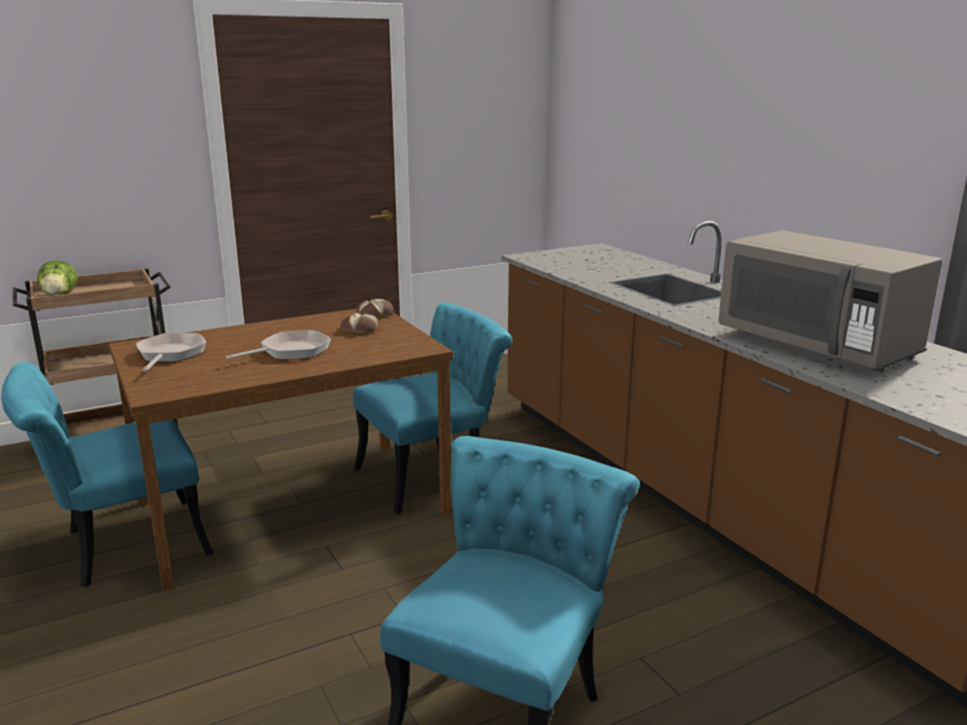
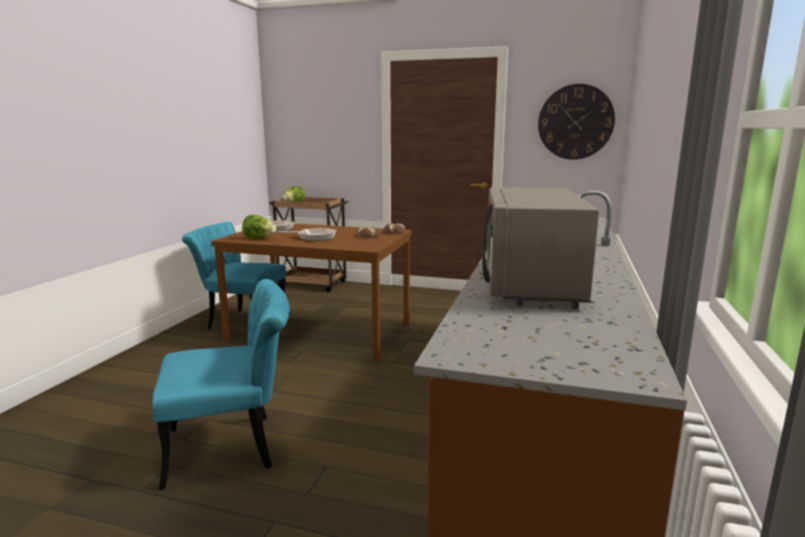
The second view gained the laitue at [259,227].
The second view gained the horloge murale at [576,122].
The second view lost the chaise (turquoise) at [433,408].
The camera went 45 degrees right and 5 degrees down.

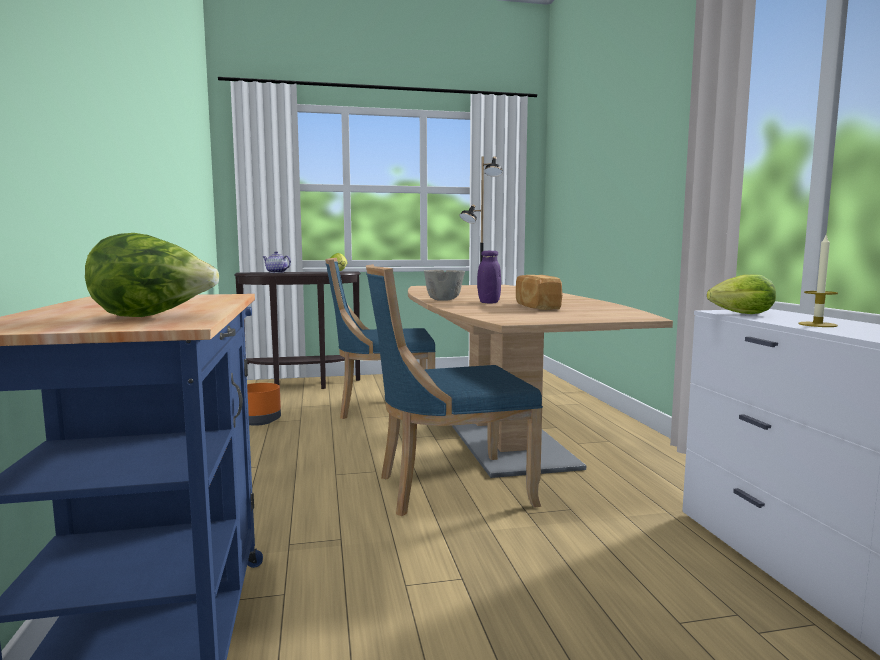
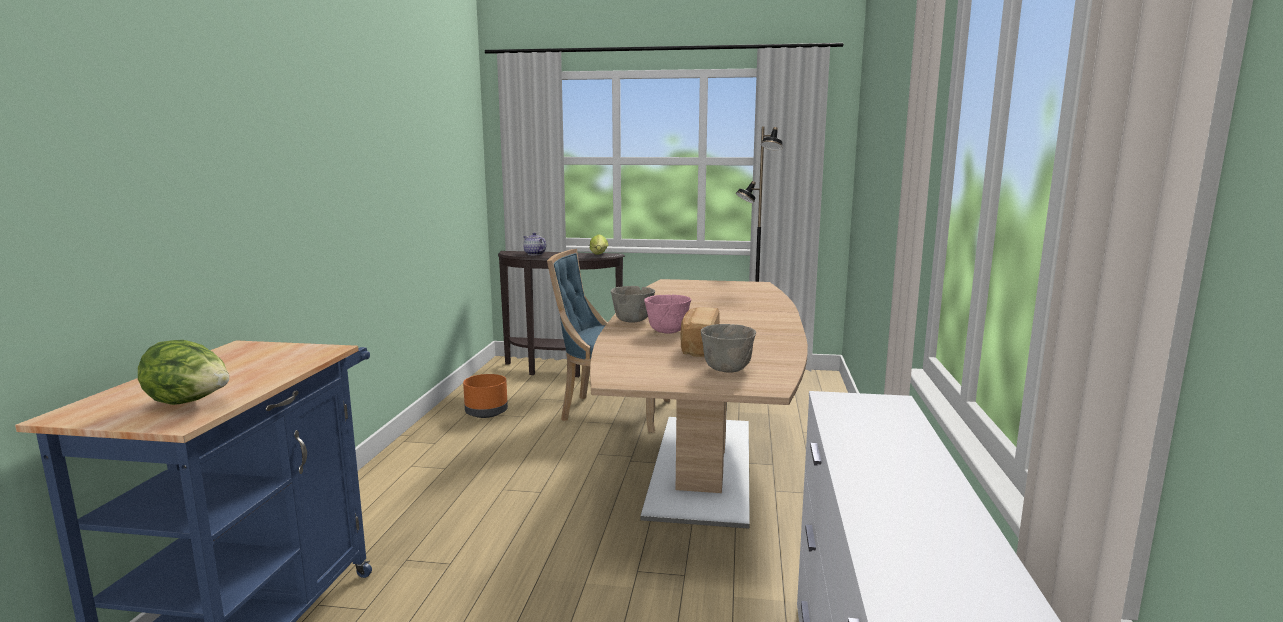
Where the bocal (violet) stood at [489,277], the bol (rose) came to stand at [667,314].
The second view gained the bol (gris) at [728,348].
The second view lost the chaise (bleu) at [454,390].
The second view lost the laitue at [741,294].
The second view lost the bougie at [818,281].
The camera went 20 degrees right and 5 degrees up.

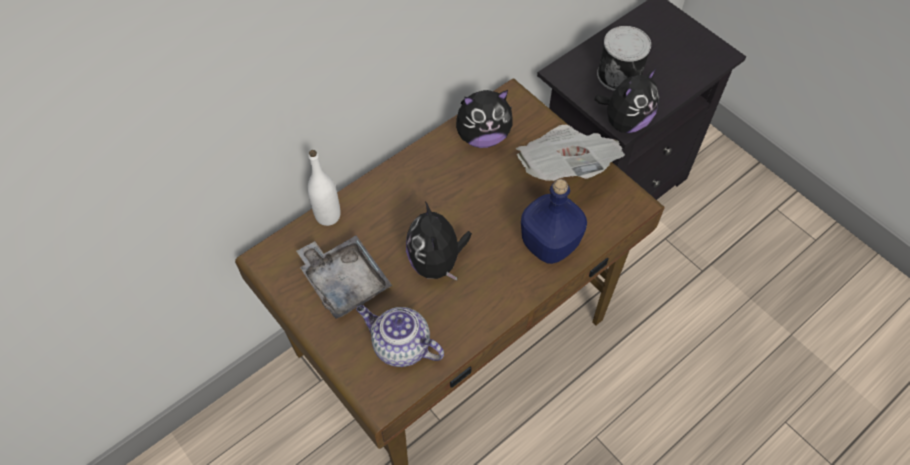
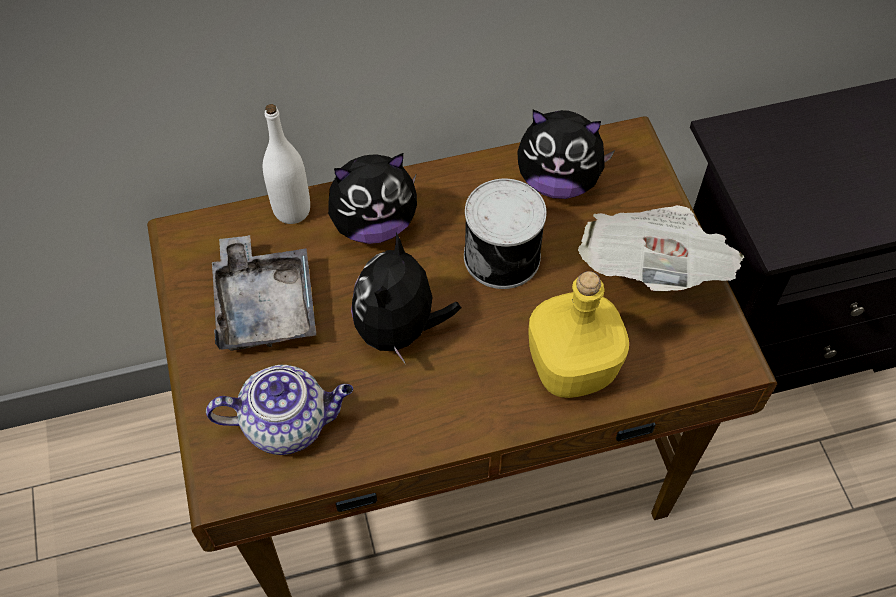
The théière at [400,336] ended up facing another way, 120 degrees clockwise from before.
The peluche ended up elsewhere, having gone from [626,100] to [372,198].
The boîte métallique ended up elsewhere, having gone from [624,58] to [505,233].
What was the bouteille (bleu) at [554,221] turned into the bouteille (jaune) at [578,334].
The camera went 25 degrees right and 0 degrees up.

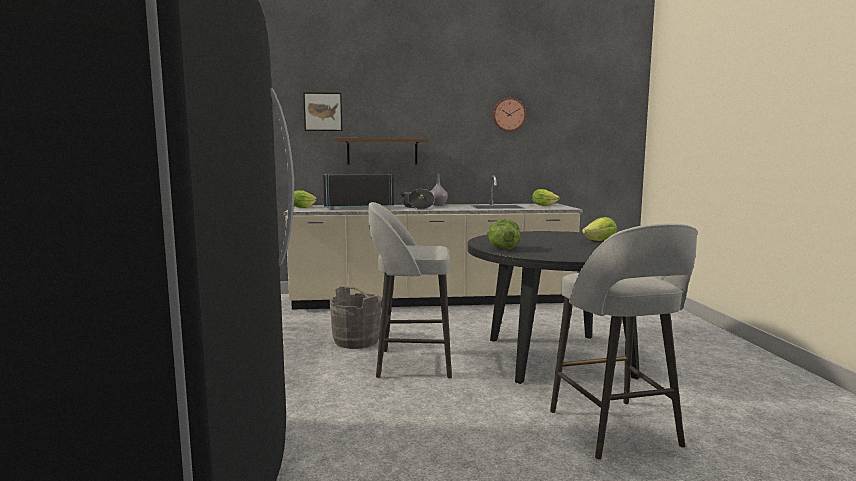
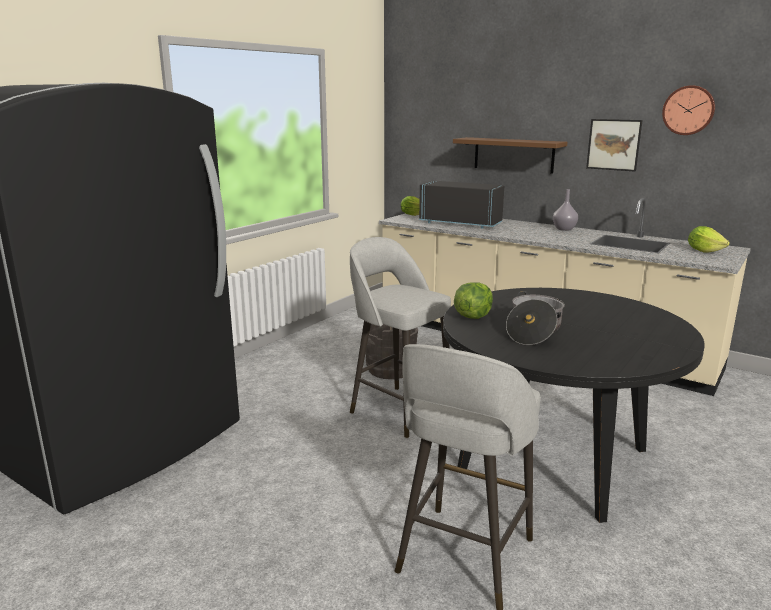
The marmite ended up elsewhere, having gone from [418,199] to [535,318].
The tableau ended up elsewhere, having gone from [323,111] to [614,145].
The second view lost the laitue at [599,229].
The camera went 40 degrees right and 10 degrees up.

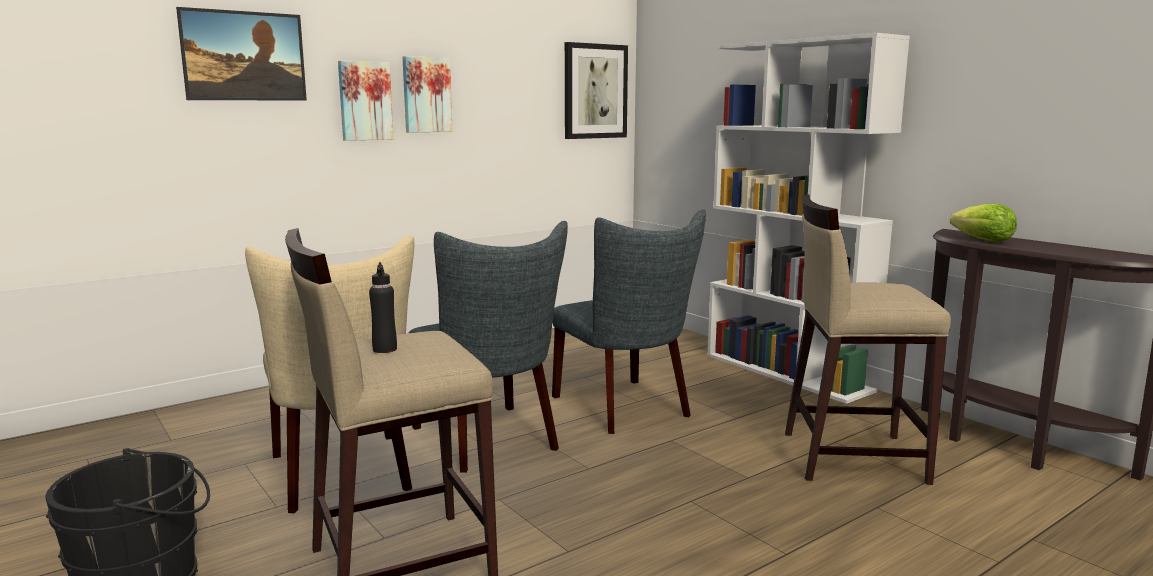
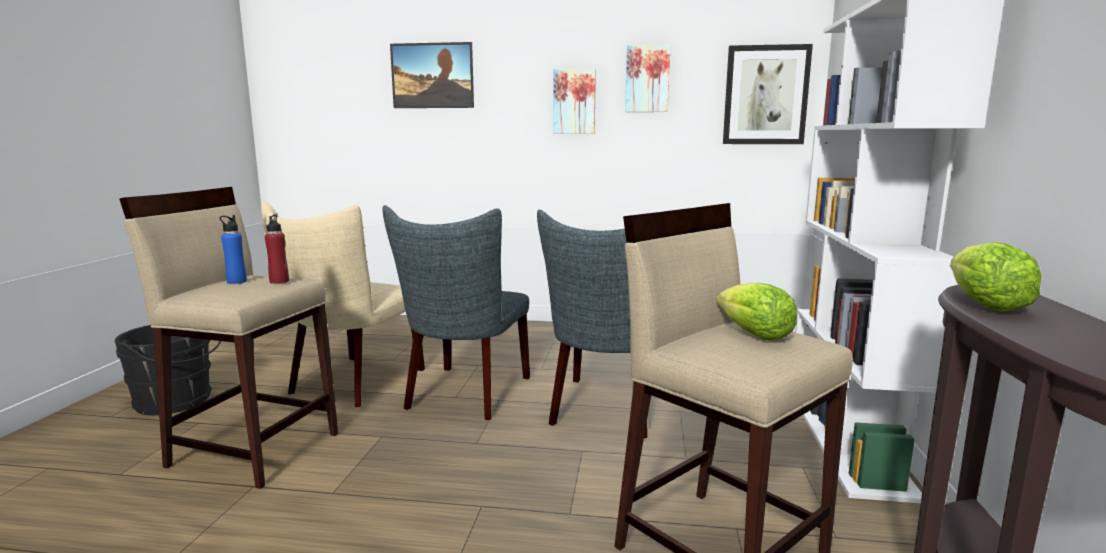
What was the bouteille (noir) at [383,307] turned into the bouteille (bleu) at [233,249].
The second view gained the bouteille (rouge) at [277,249].
The tableau ended up elsewhere, having gone from [366,101] to [648,78].
The second view gained the laitue at [757,311].
The camera went 45 degrees right and 0 degrees up.

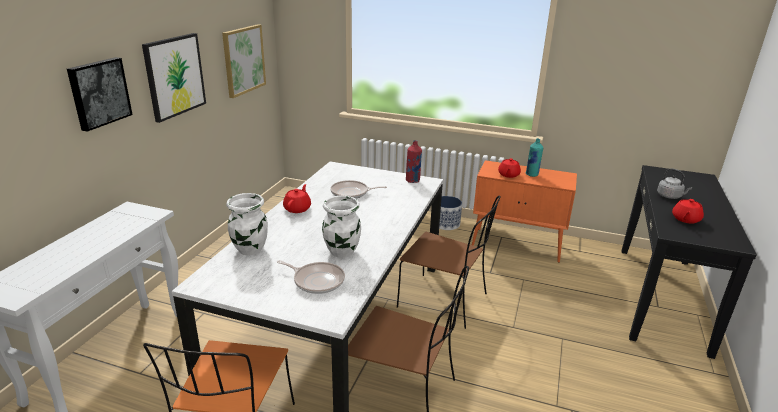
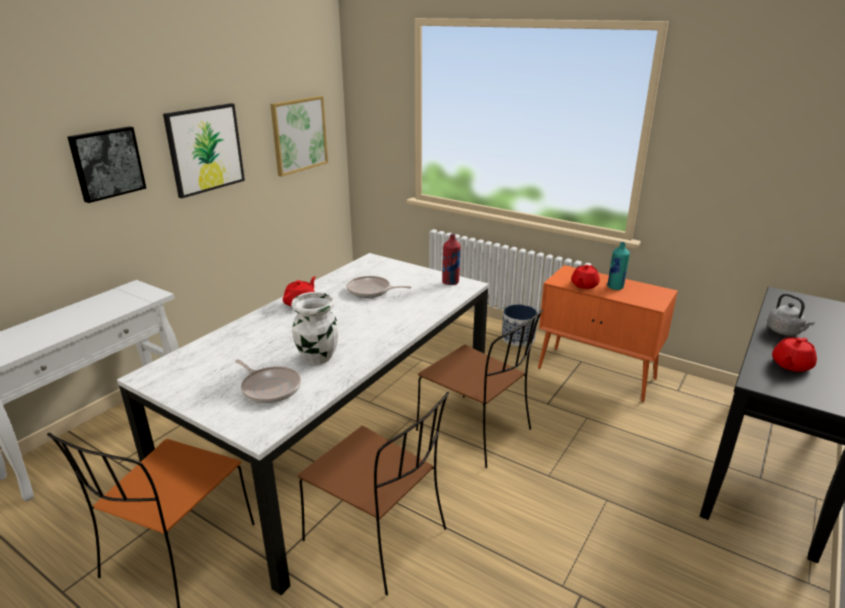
The second view lost the vase (blanc) at [247,224].
The camera went 15 degrees right and 0 degrees up.

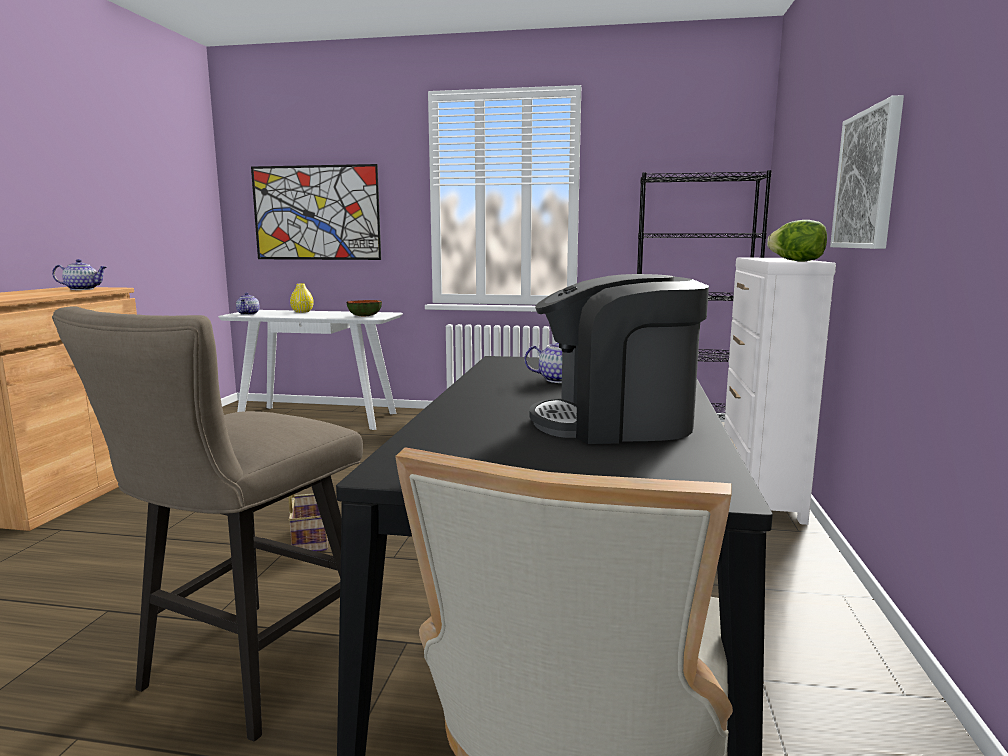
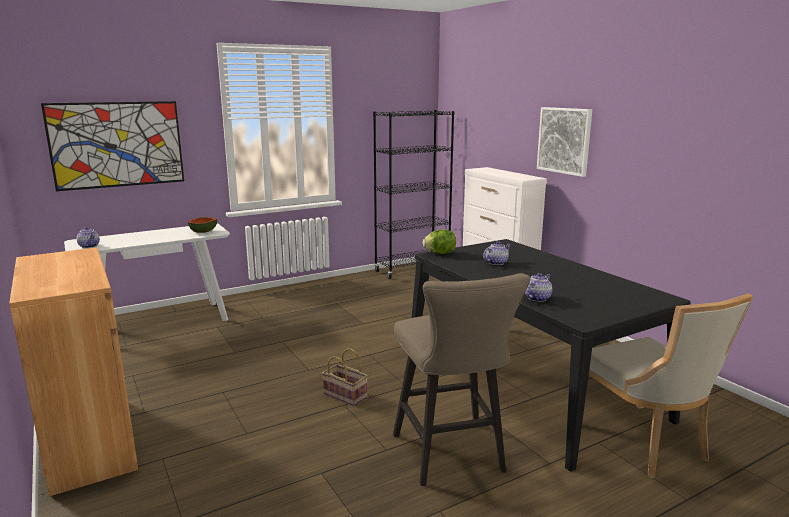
The laitue ended up elsewhere, having gone from [797,240] to [439,242].
The théière ended up elsewhere, having gone from [79,274] to [538,287].
The second view lost the vase (jaune) at [302,298].
The second view lost the machine à café at [619,359].
The camera went 40 degrees left and 5 degrees up.

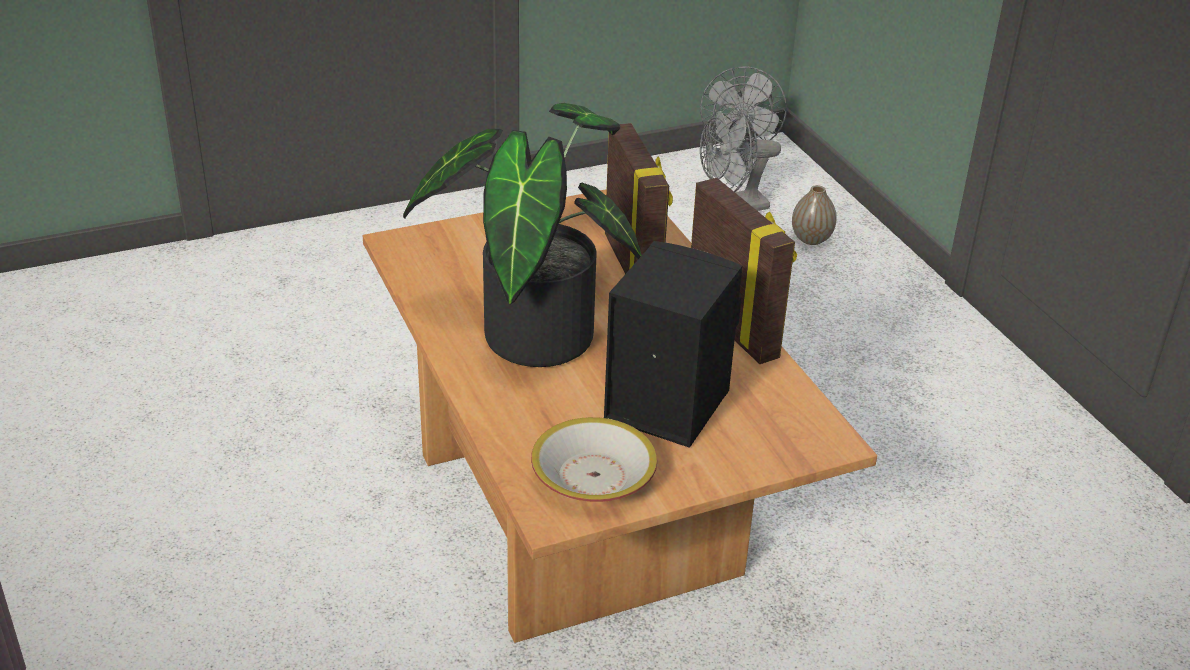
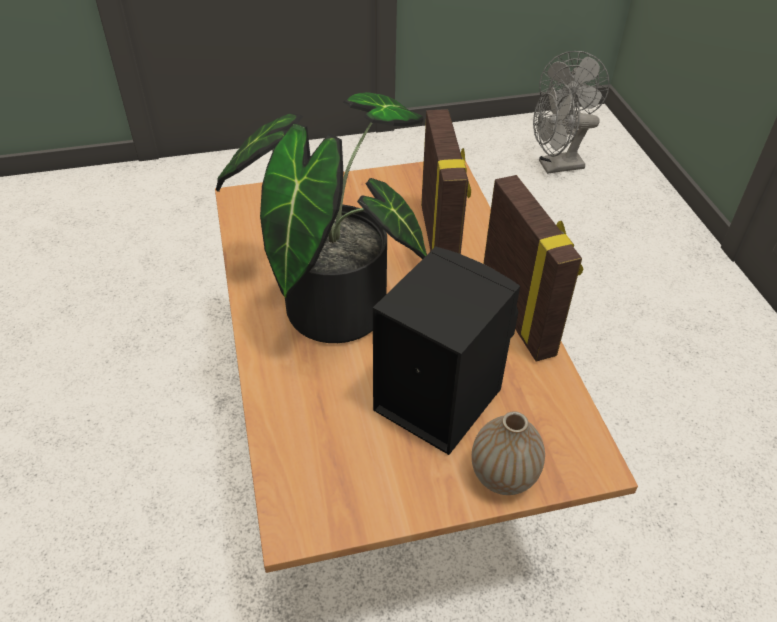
The vase ended up elsewhere, having gone from [814,215] to [508,453].
The second view lost the bol at [594,459].
The camera went 10 degrees right and 10 degrees up.

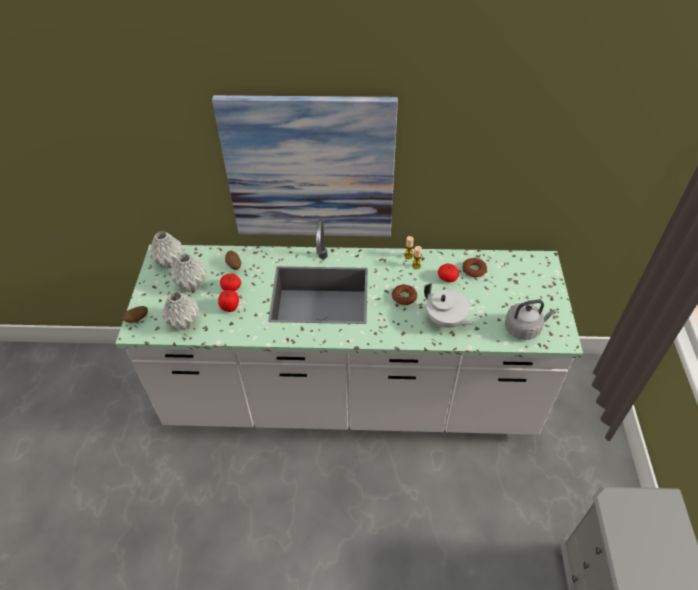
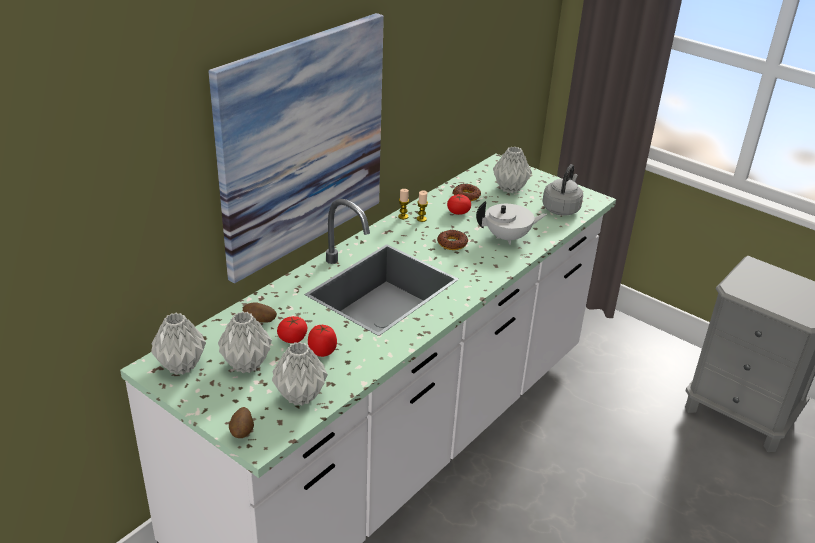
The second view gained the vase (gris) at [512,170].
The camera went 55 degrees left and 15 degrees down.

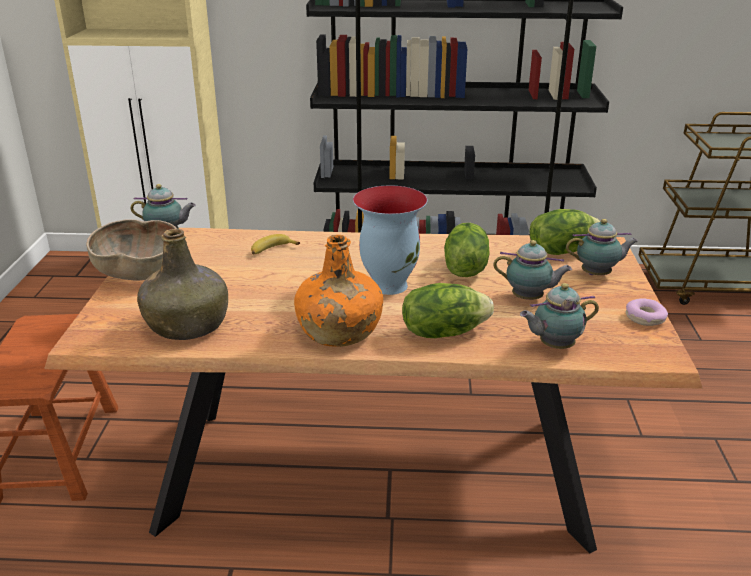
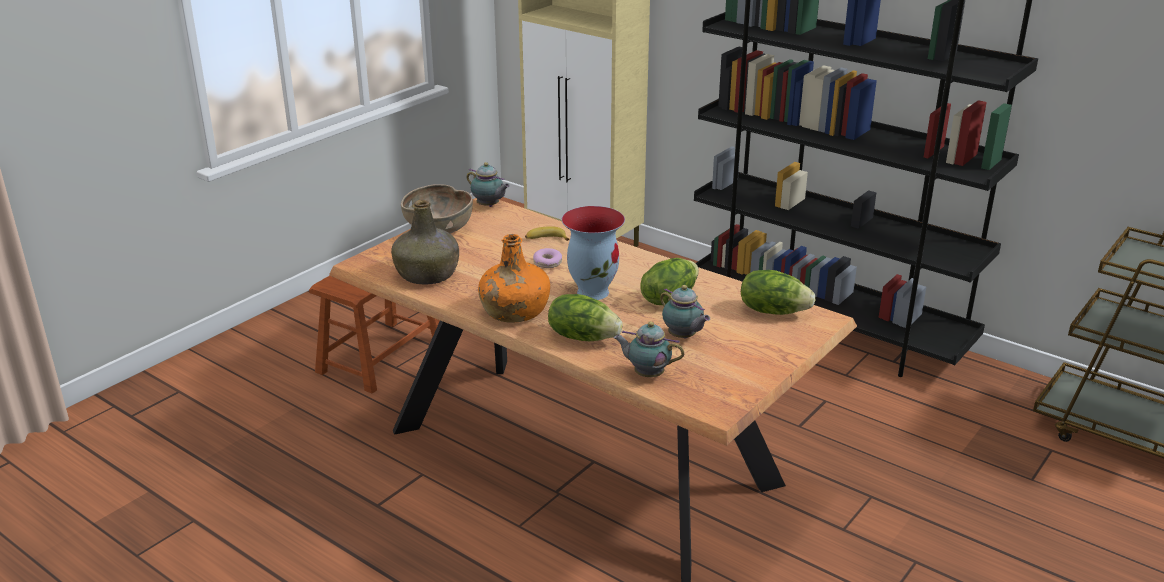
The beignet ended up elsewhere, having gone from [647,312] to [547,258].
The second view lost the théière at [602,247].
The camera went 35 degrees right and 0 degrees up.

